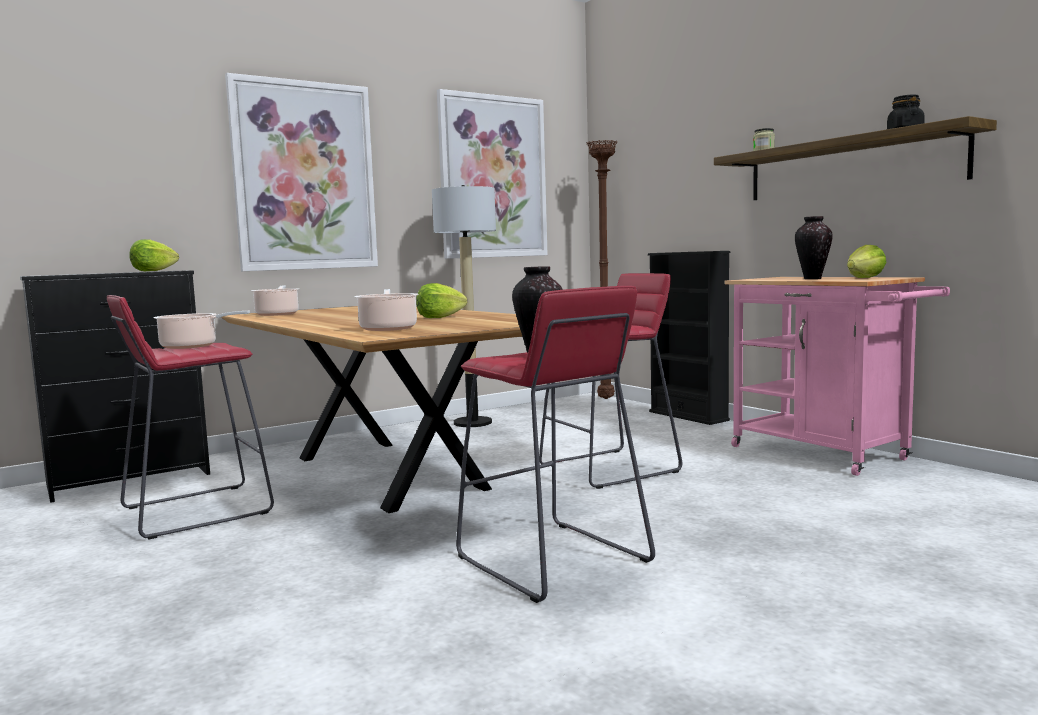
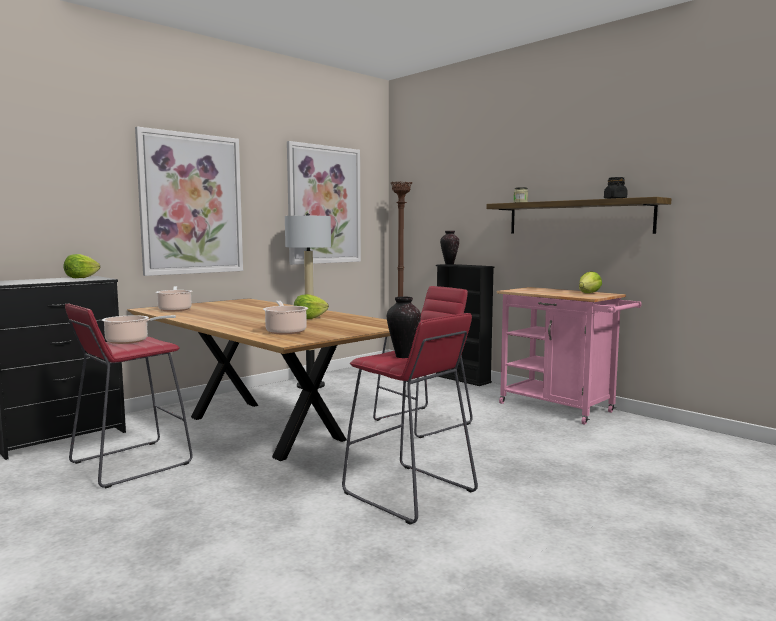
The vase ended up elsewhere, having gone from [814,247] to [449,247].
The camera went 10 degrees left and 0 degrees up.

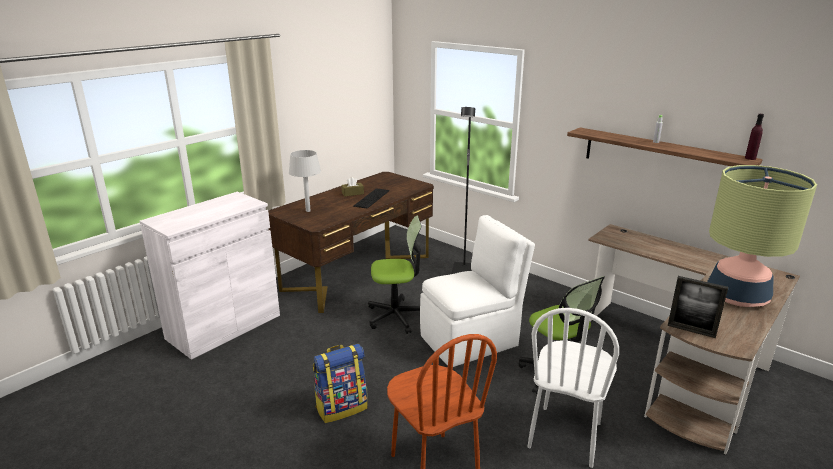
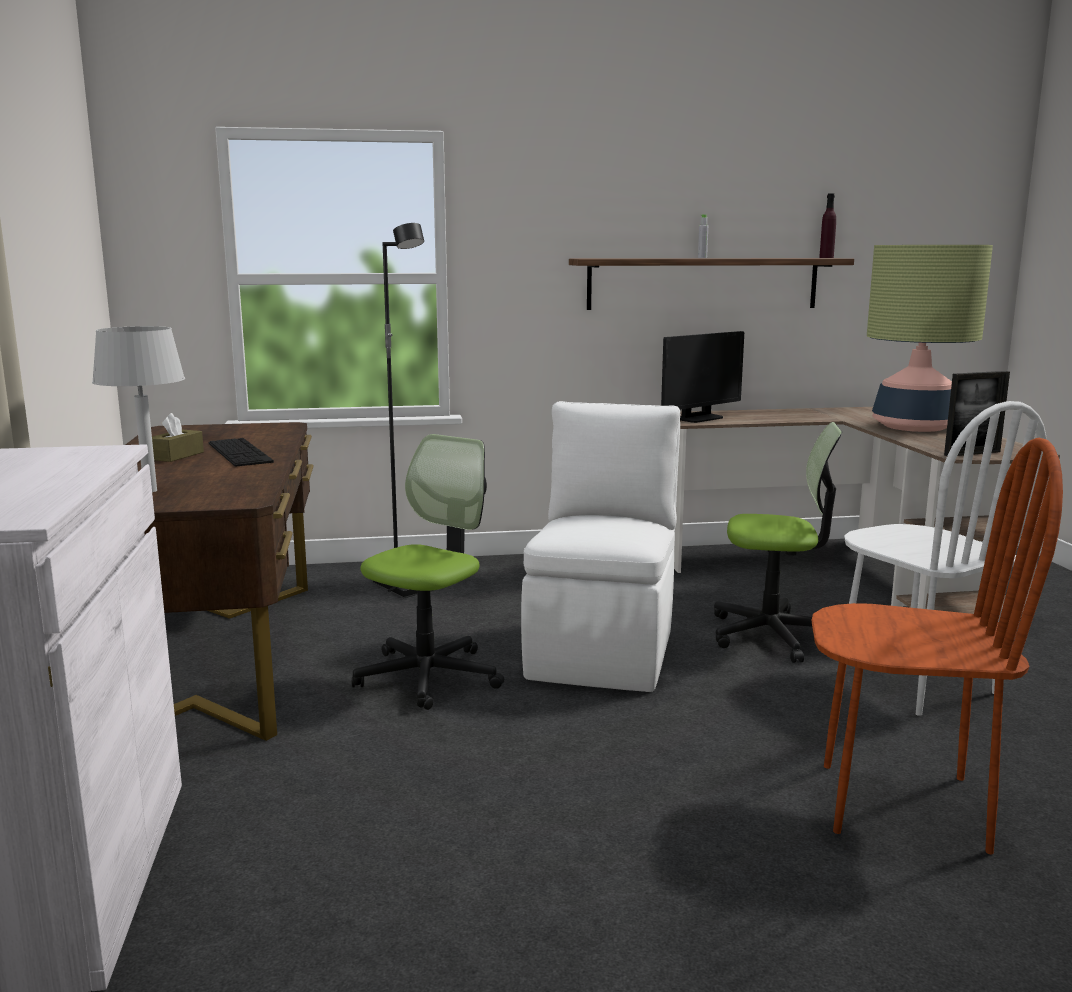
The second view gained the écran d'ordinateur at [702,377].
The second view lost the sac à dos at [340,383].
The camera went 50 degrees left and 10 degrees down.

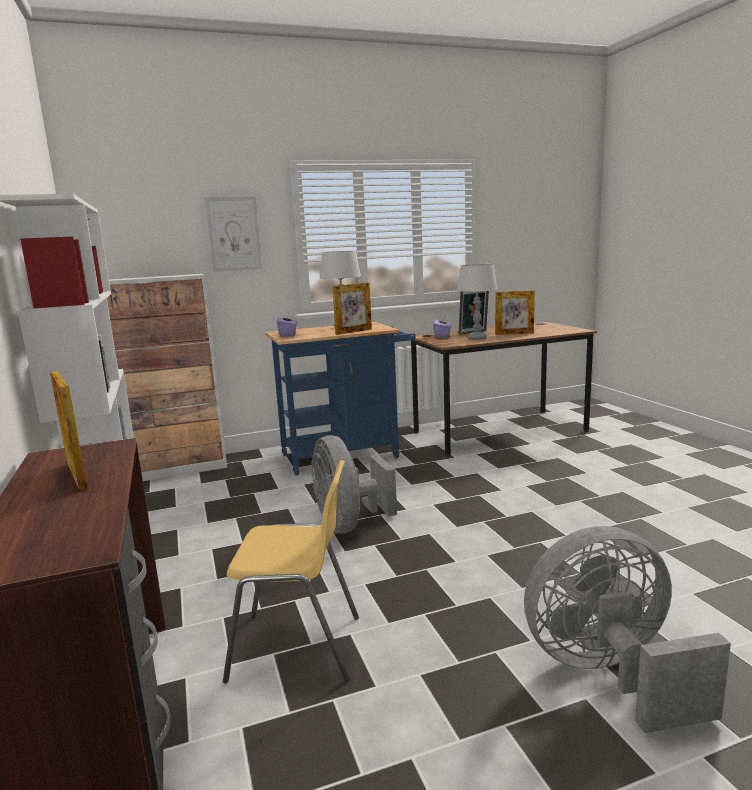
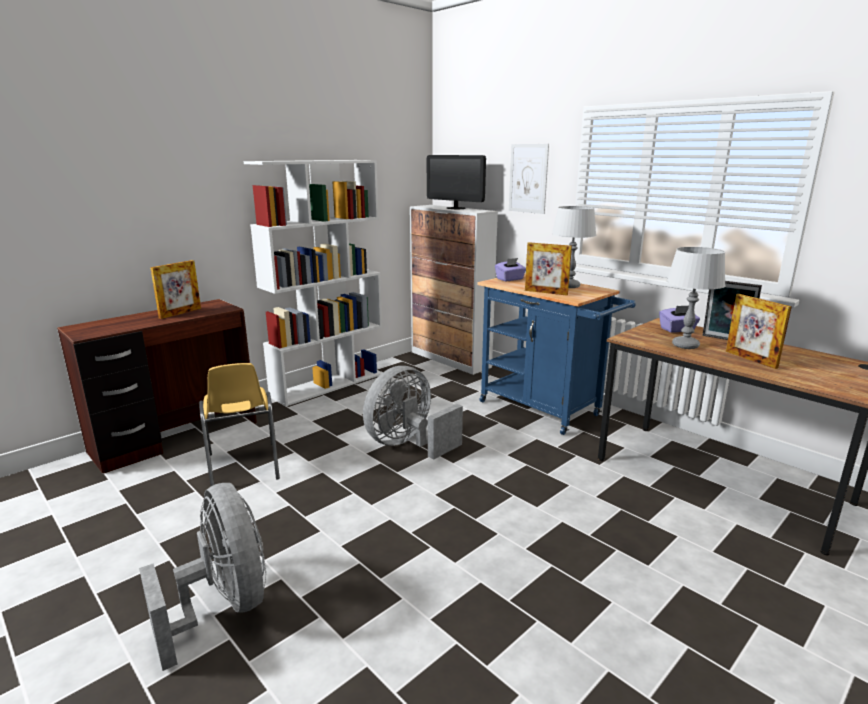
The second view gained the écran d'ordinateur at [456,182].
The camera went 65 degrees right and 5 degrees up.

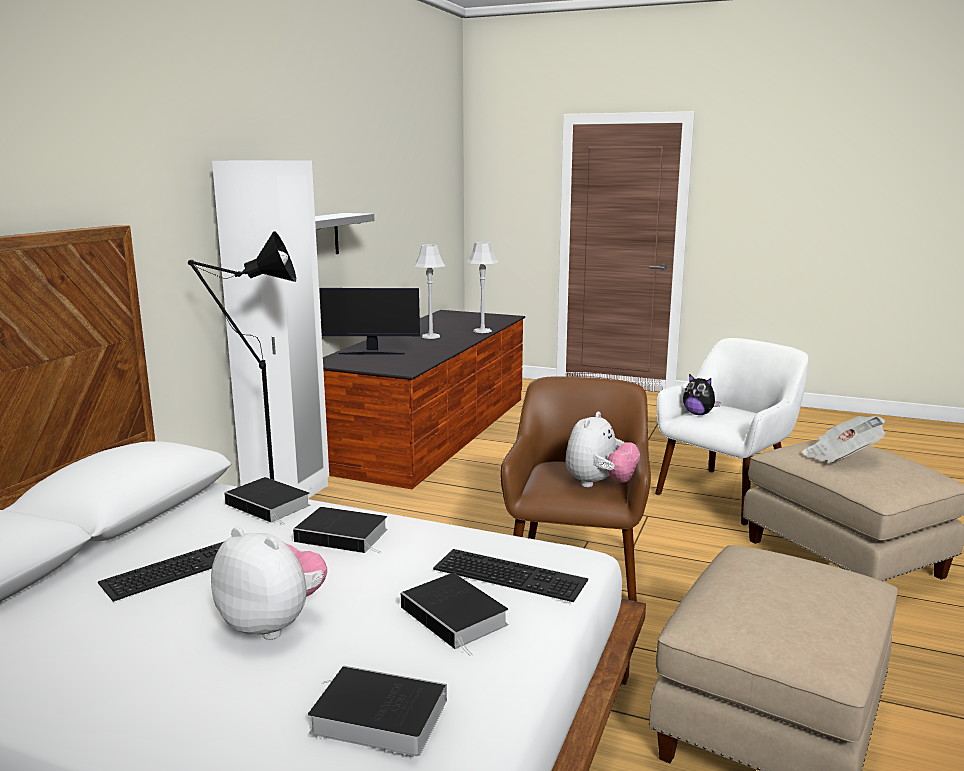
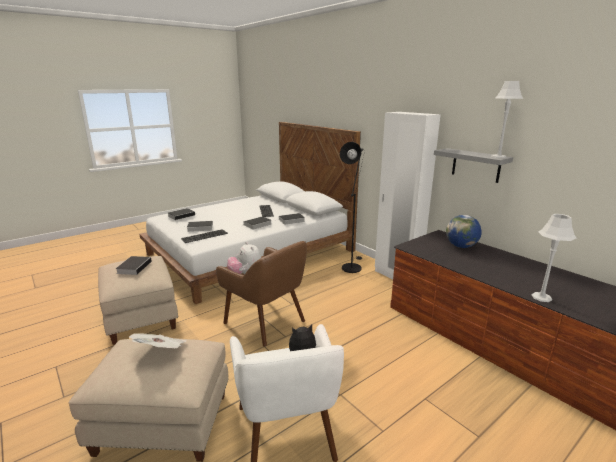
The second view gained the livre at [133,265].
Where the écran d'ordinateur stood at [369,321], the globe came to stand at [464,231].
The lampe de table (gris) ended up elsewhere, having gone from [429,292] to [507,119].
The second view lost the peluche at [269,583].
The camera went 120 degrees right and 5 degrees up.

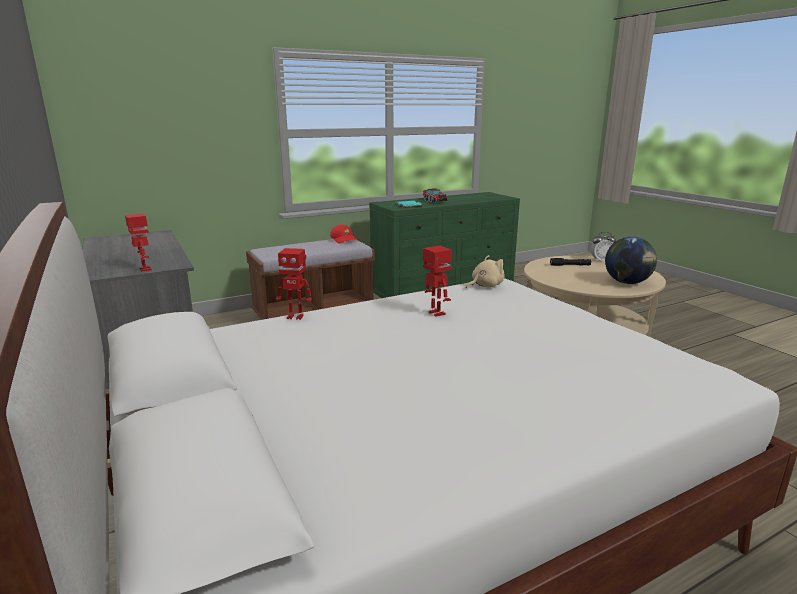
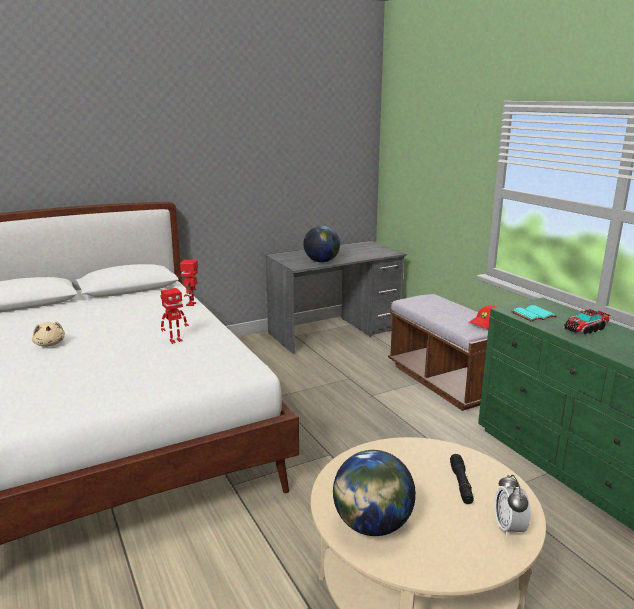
The peluche (beige) ended up elsewhere, having gone from [485,271] to [48,334].
The second view gained the globe at [321,244].
The second view lost the robot jouet at [138,242].
The camera went 90 degrees right and 0 degrees up.

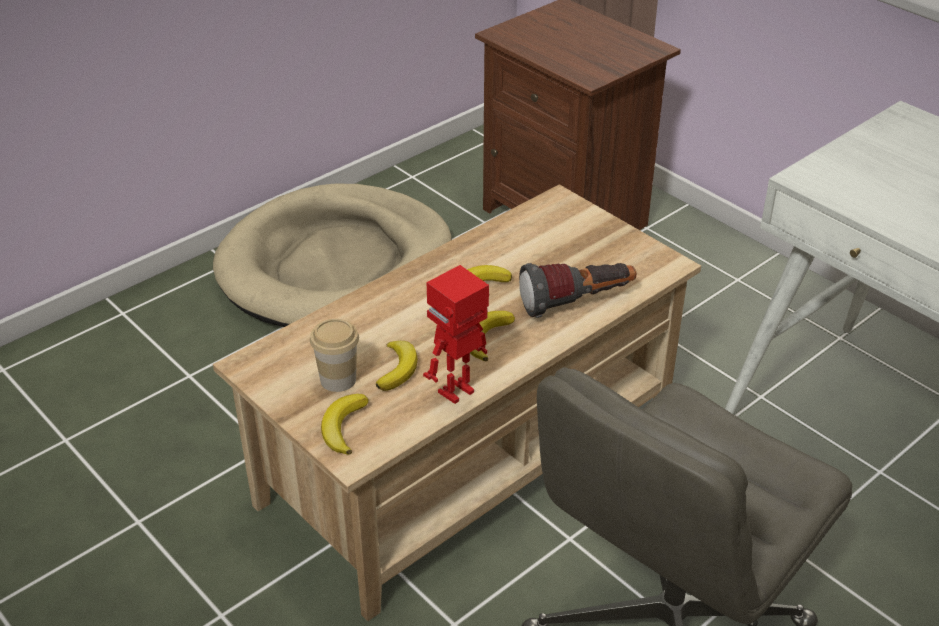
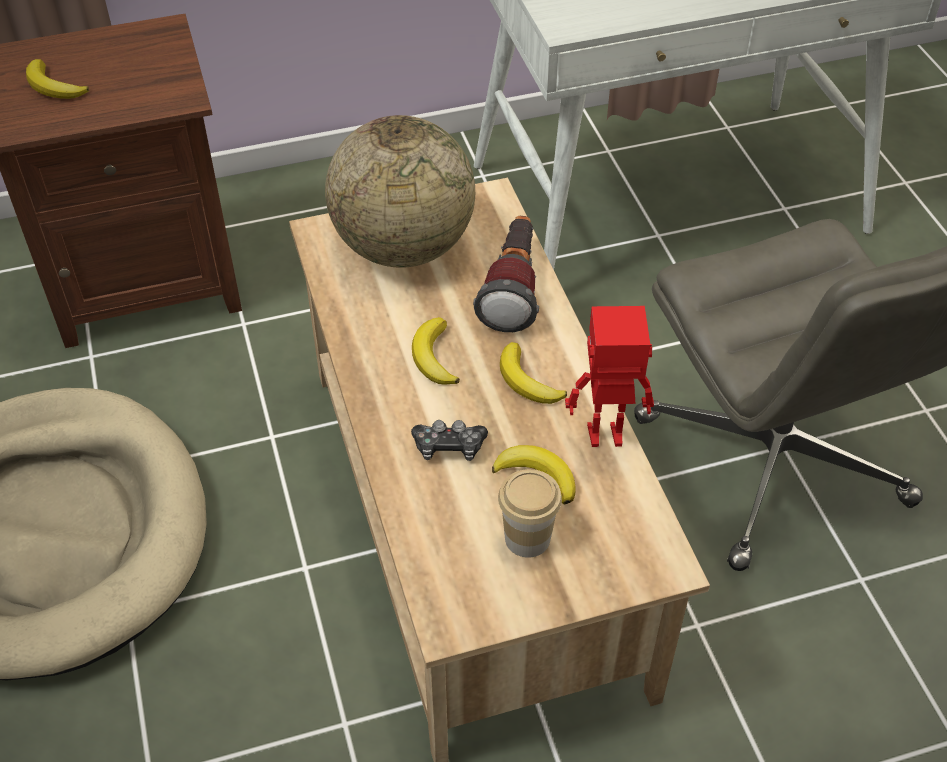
The banane ended up elsewhere, having gone from [345,424] to [57,79].
The second view gained the globe at [400,191].
The second view gained the manette at [449,440].
The robot jouet at [456,334] ended up facing another way, 105 degrees clockwise from before.
The camera went 65 degrees left and 10 degrees up.

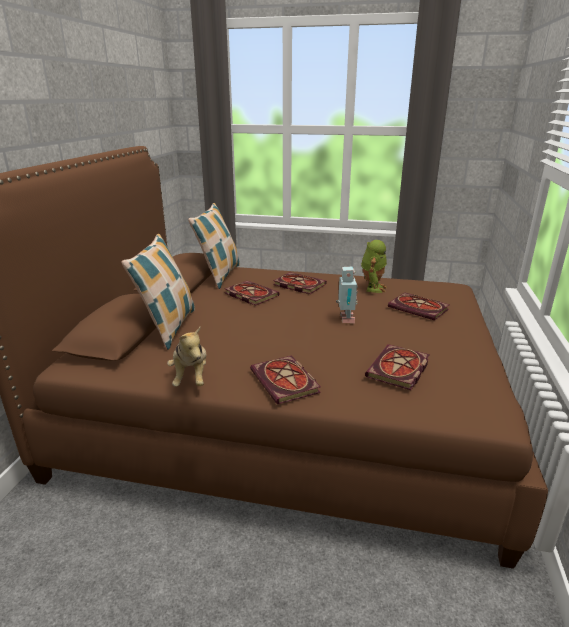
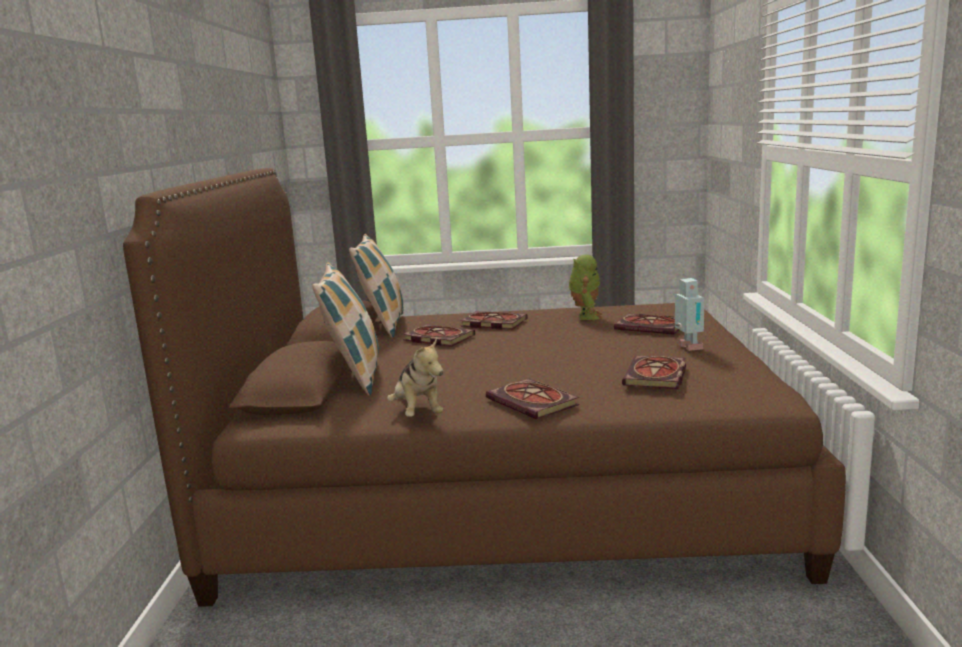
The robot jouet ended up elsewhere, having gone from [347,295] to [689,314].
The camera went 10 degrees left and 10 degrees down.

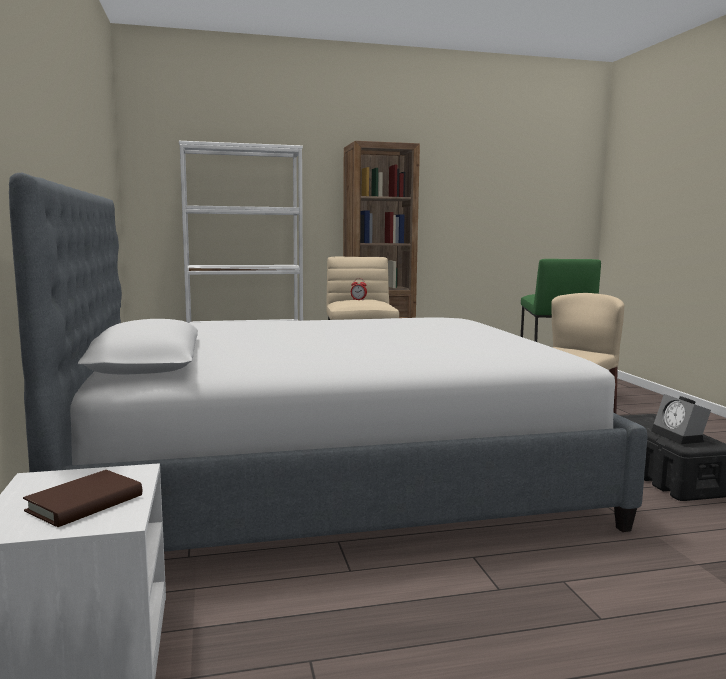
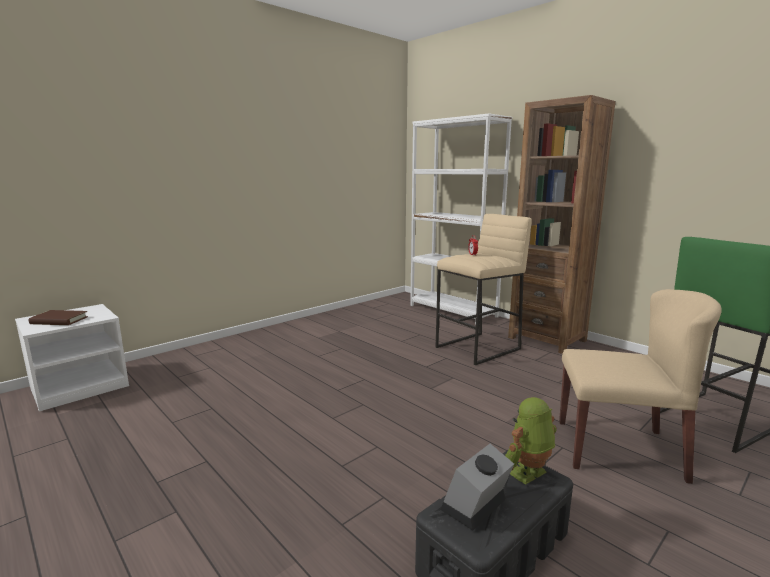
The second view gained the robot jouet at [531,440].
The second view lost the lit at [328,362].
The camera went 60 degrees right and 5 degrees up.

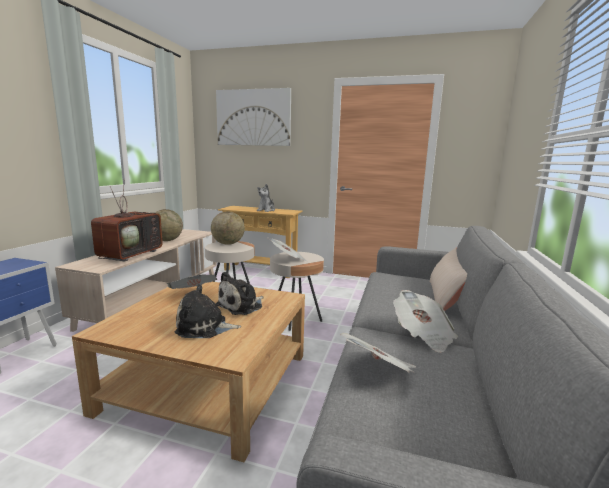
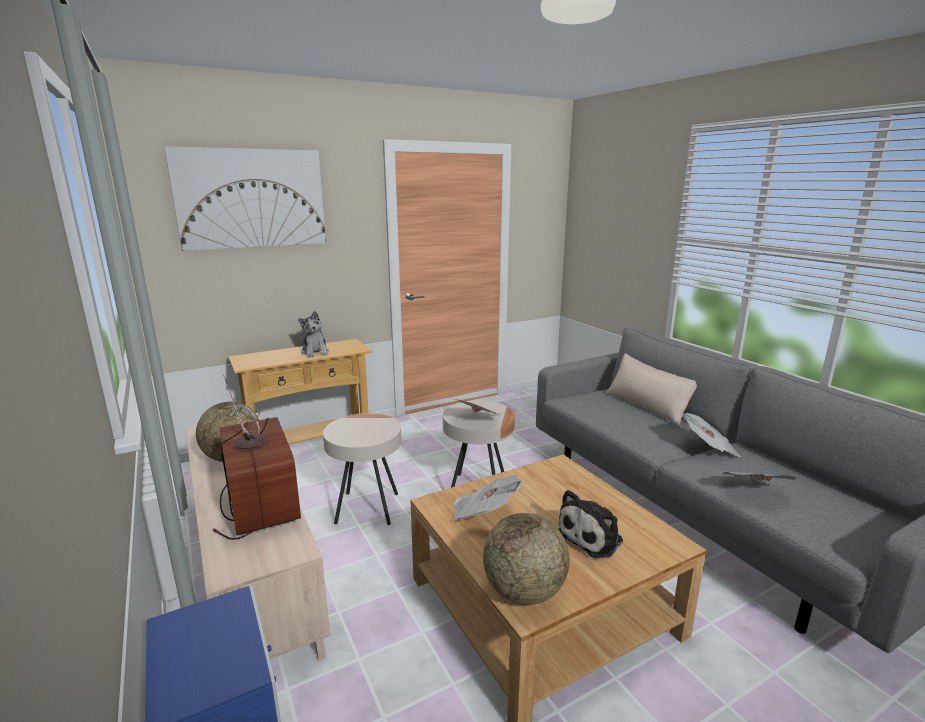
The globe ended up elsewhere, having gone from [228,228] to [526,559].
The second view lost the peluche at [240,293].
The camera went 45 degrees left and 5 degrees up.

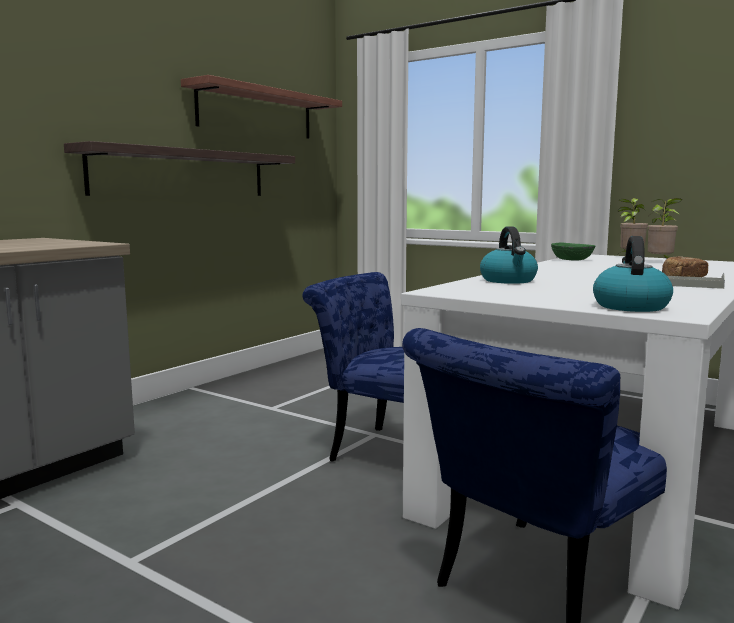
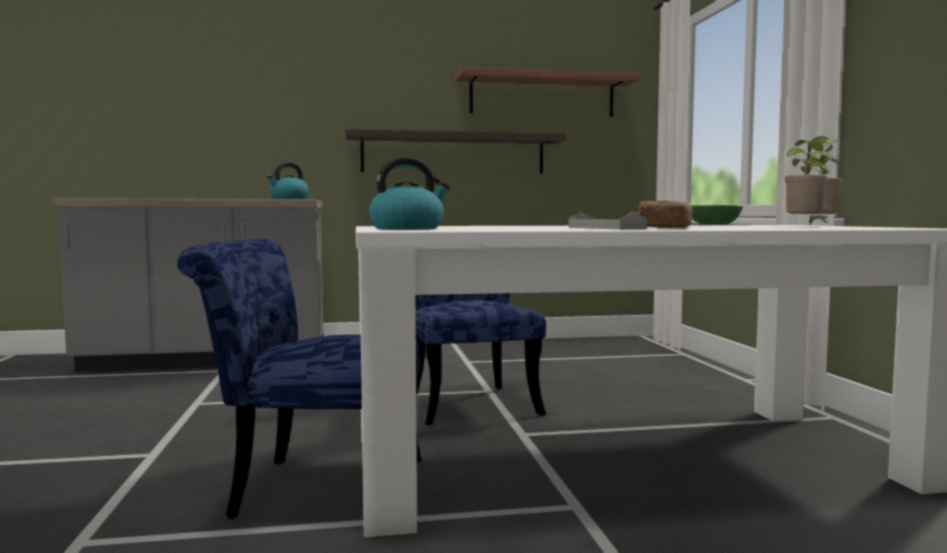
The bouilloire ended up elsewhere, having gone from [509,255] to [288,180].
The camera went 45 degrees right and 5 degrees down.

